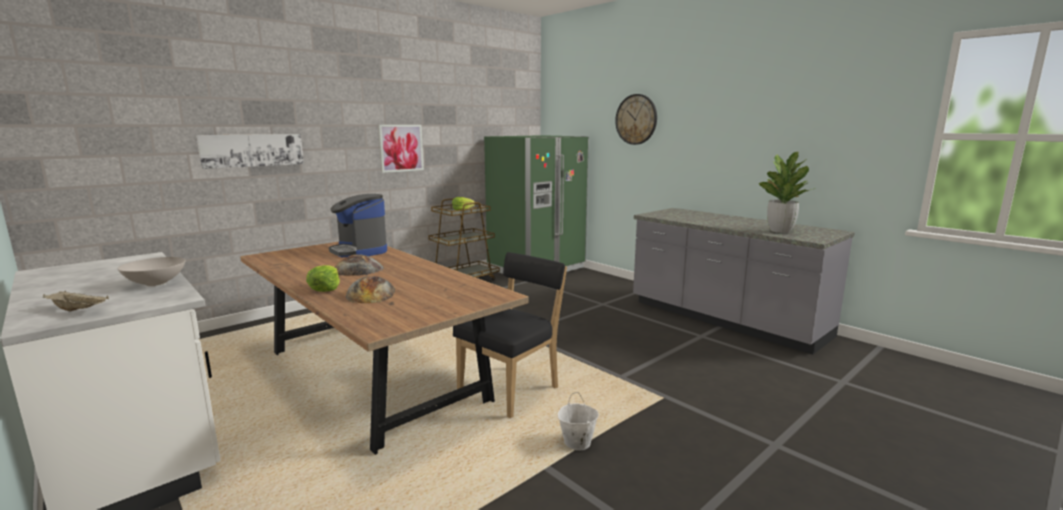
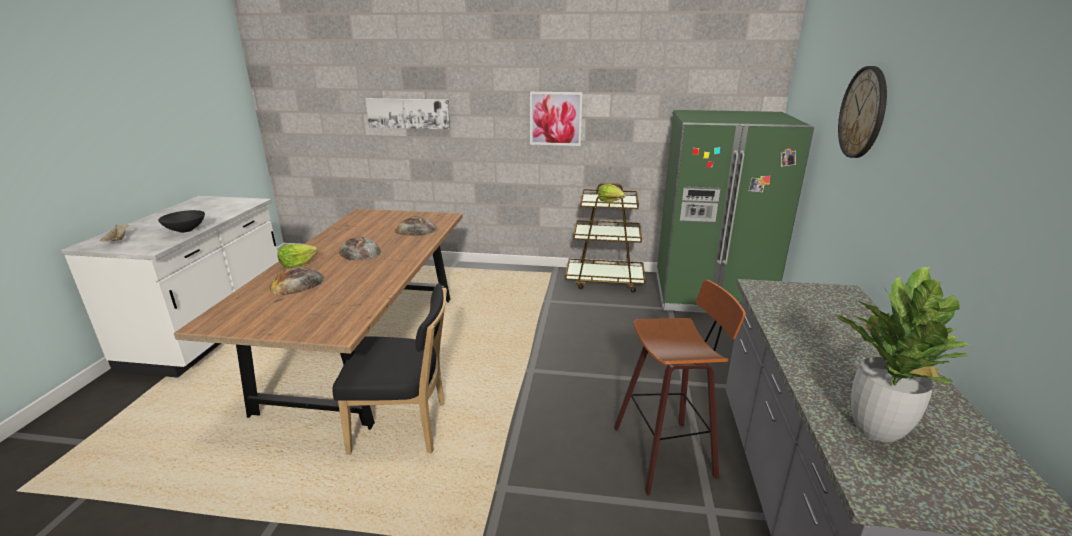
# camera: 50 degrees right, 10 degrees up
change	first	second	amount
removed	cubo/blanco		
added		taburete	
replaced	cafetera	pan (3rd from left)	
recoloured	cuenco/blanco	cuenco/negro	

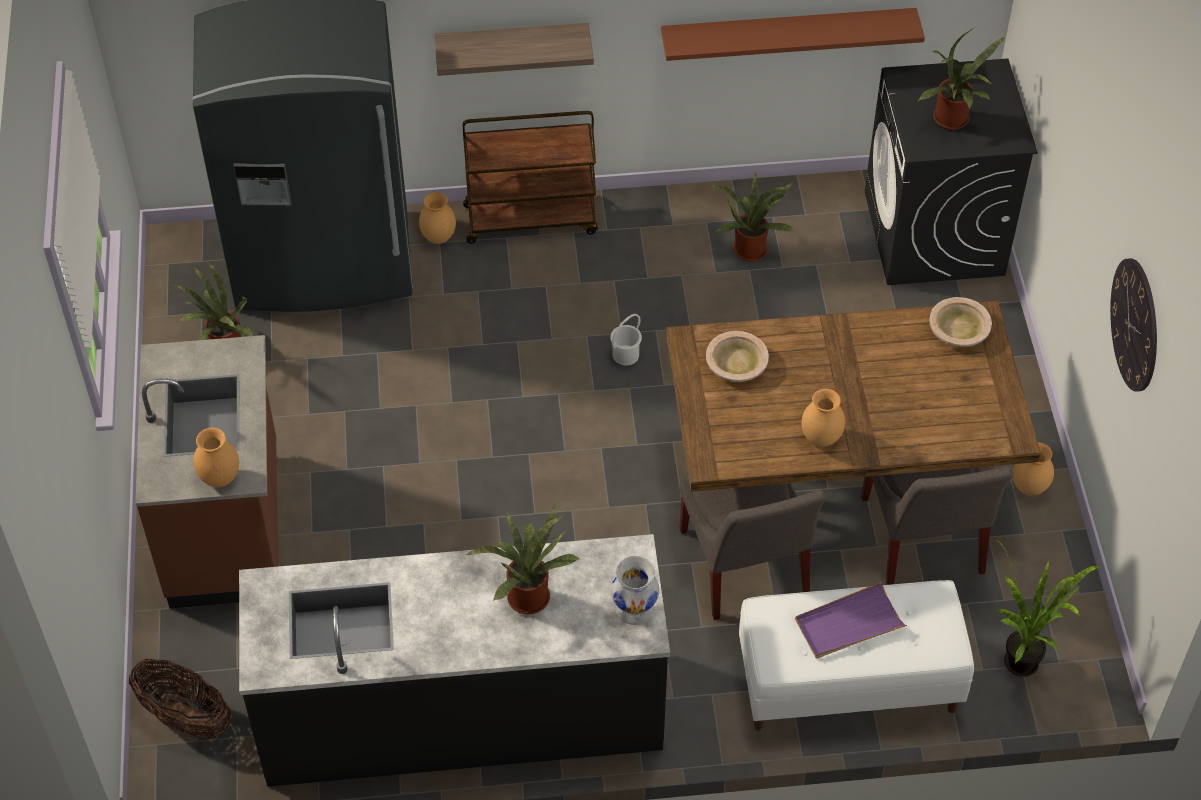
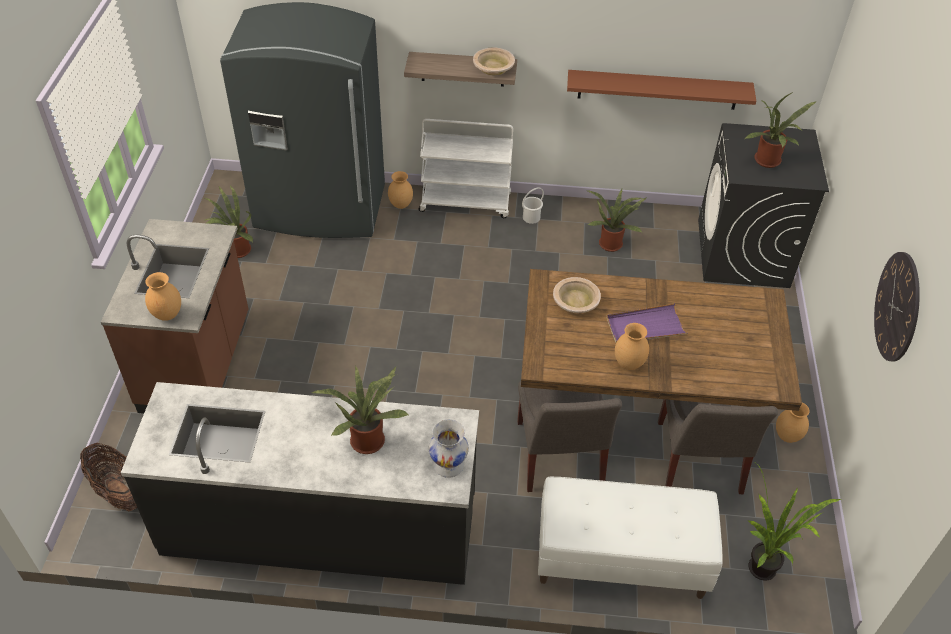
# camera: 10 degrees right, 5 degrees down
change	first	second	amount
moved	cubo/blanco		
moved	bandeja/morado		
moved	cuenco/beis (2nd from left in the first image)	cuenco/beis (1st from left)	
recoloured	carrito/marrón	carrito/blanco	

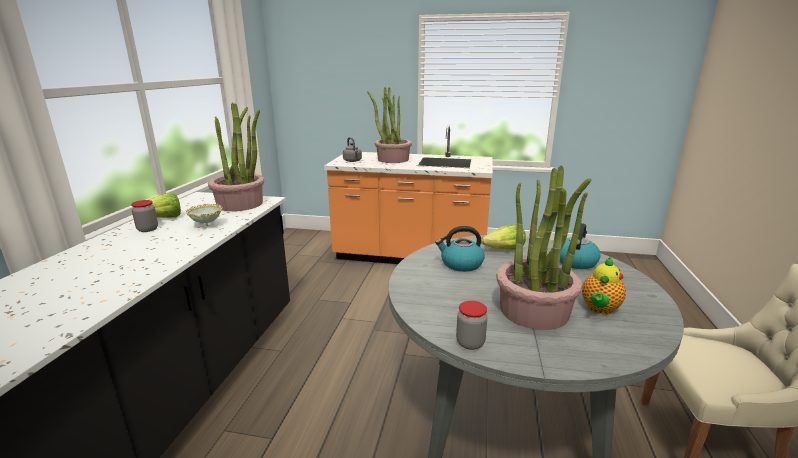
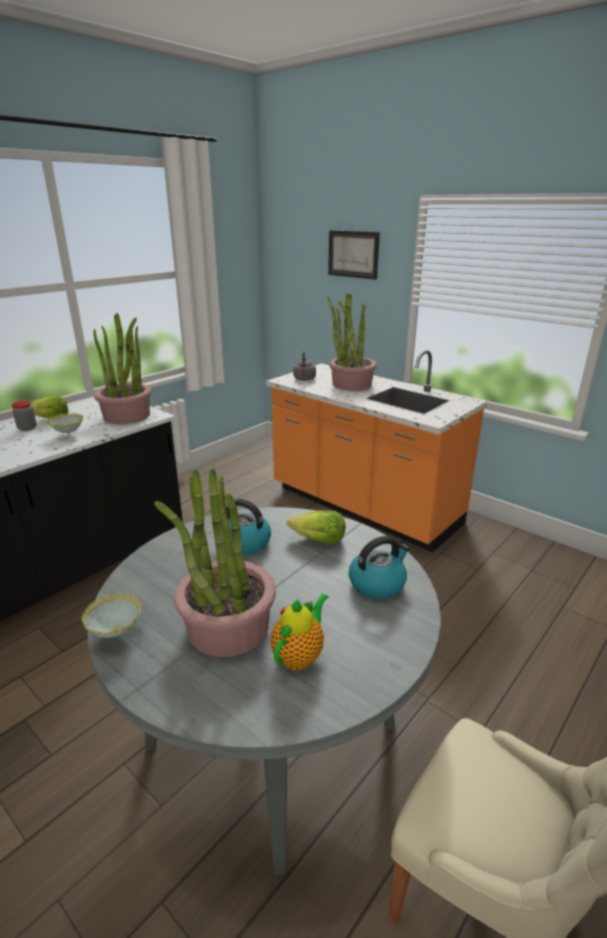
# camera: 30 degrees right, 5 degrees up
change	first	second	amount
added		cuadro	
replaced	tarro (2nd from left)	cuenco (2nd from left)	
turned	tetera		150 degrees clockwise

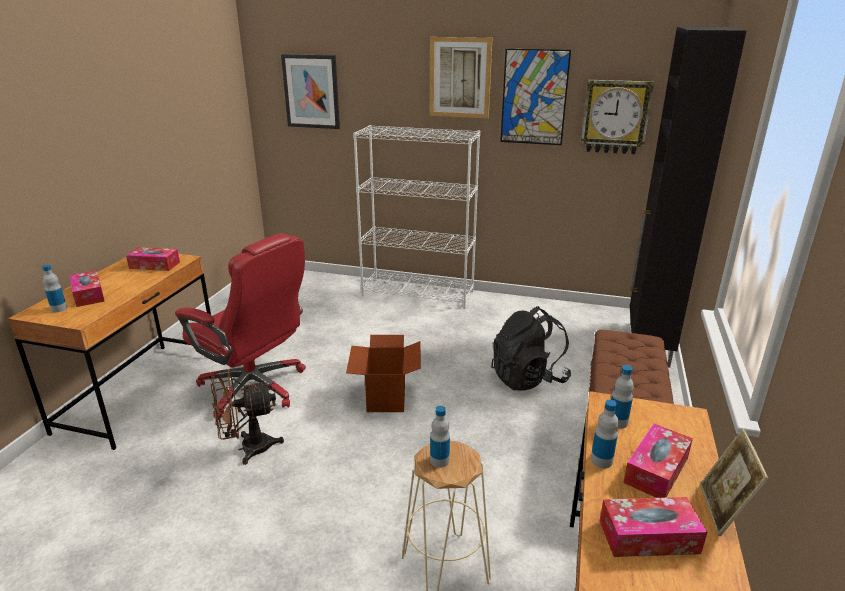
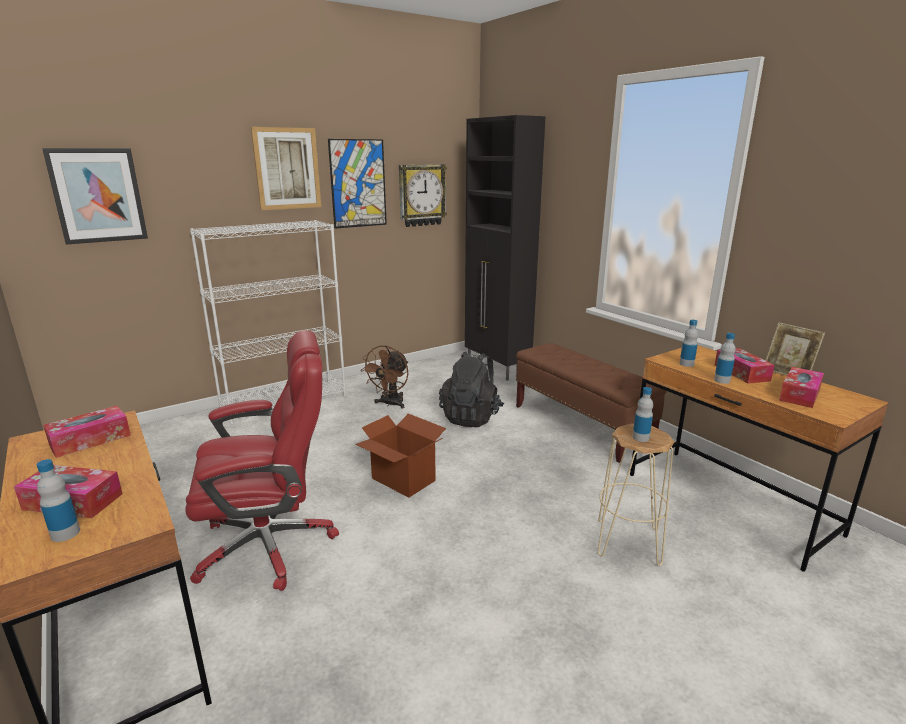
# camera: 50 degrees left, 5 degrees down
change	first	second	amount
moved	ventilador/marrón		

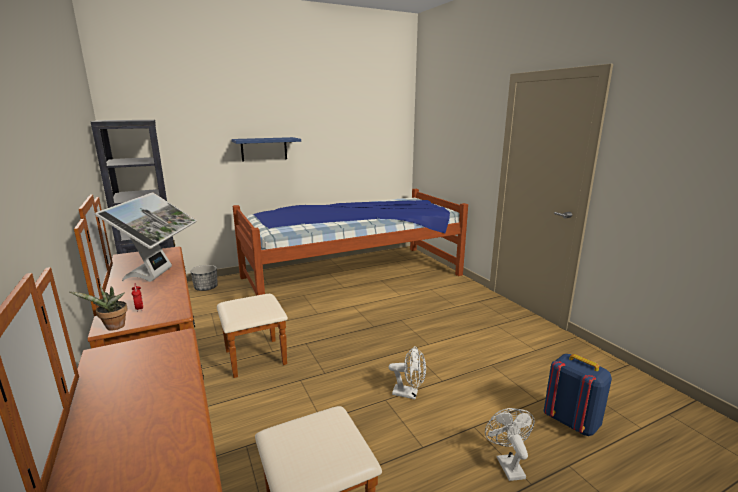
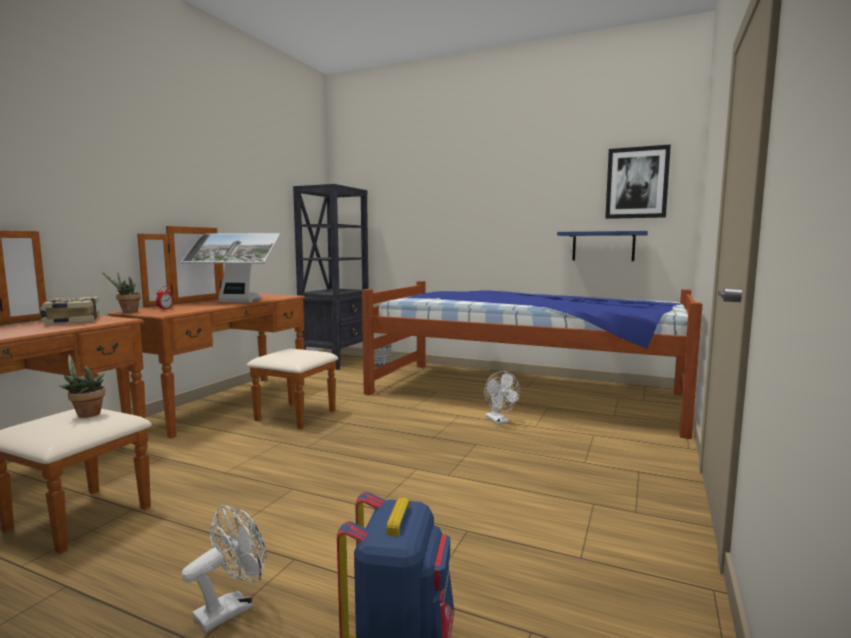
# camera: 50 degrees right, 10 degrees down
change	first	second	amount
added		libro	
added		planta en maceta (1st from left)	
added		cuadro	
moved	estante/azul		
moved	ventilador/blanco (1st from left in the first image)	ventilador/blanco (2nd from left)	
turned	monitor		45 degrees clockwise

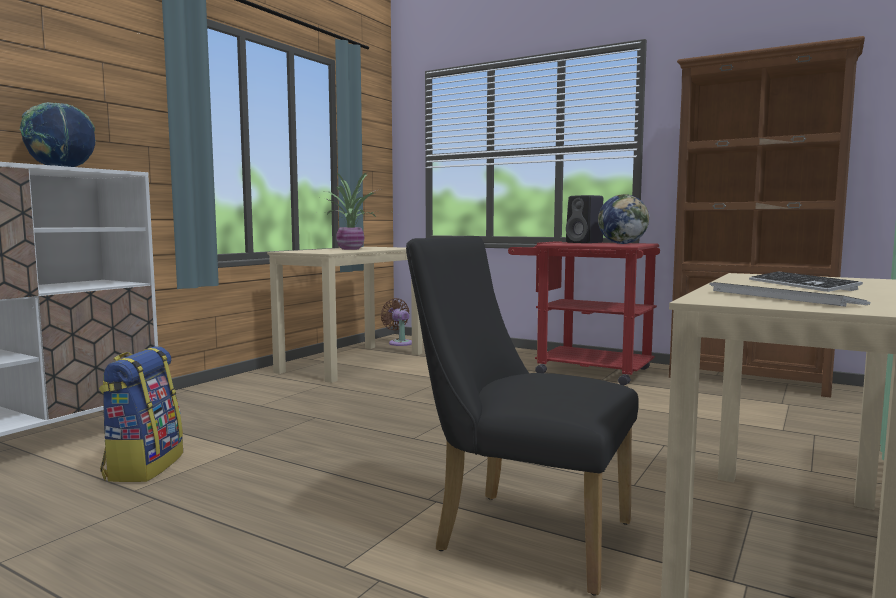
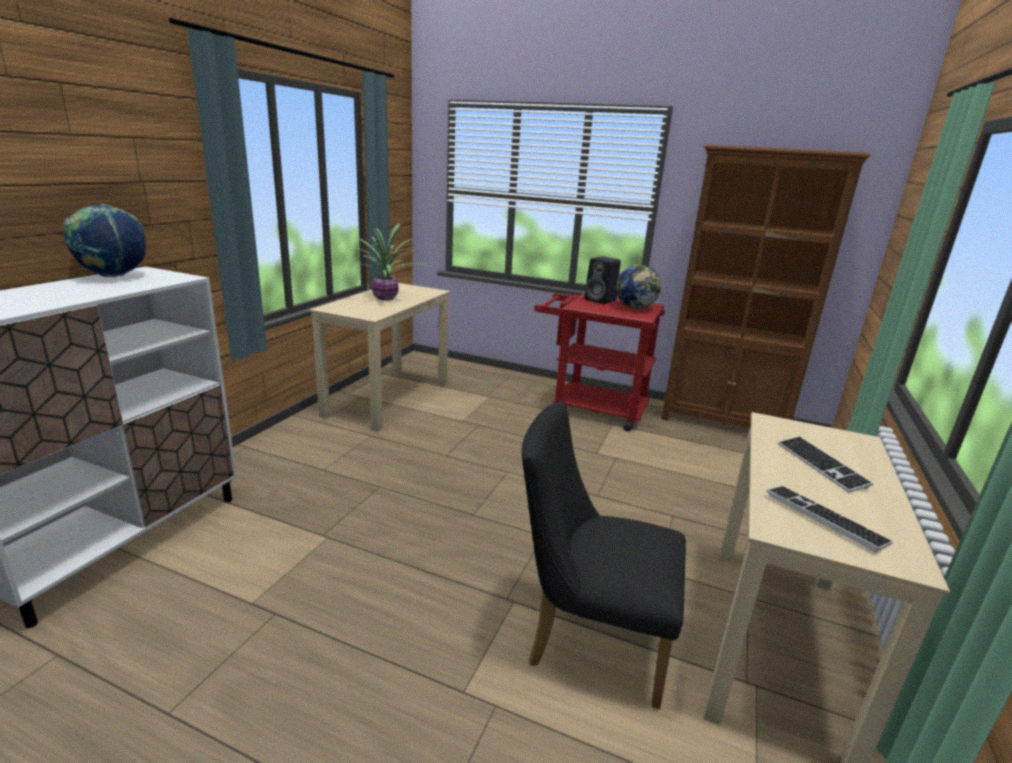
# camera: 10 degrees left, 15 degrees up
change	first	second	amount
removed	mochila		
removed	ventilador/marrón		

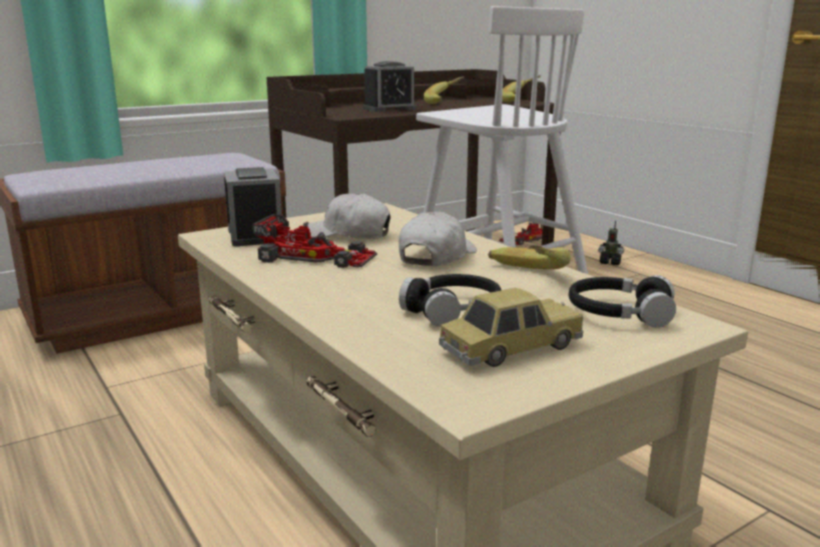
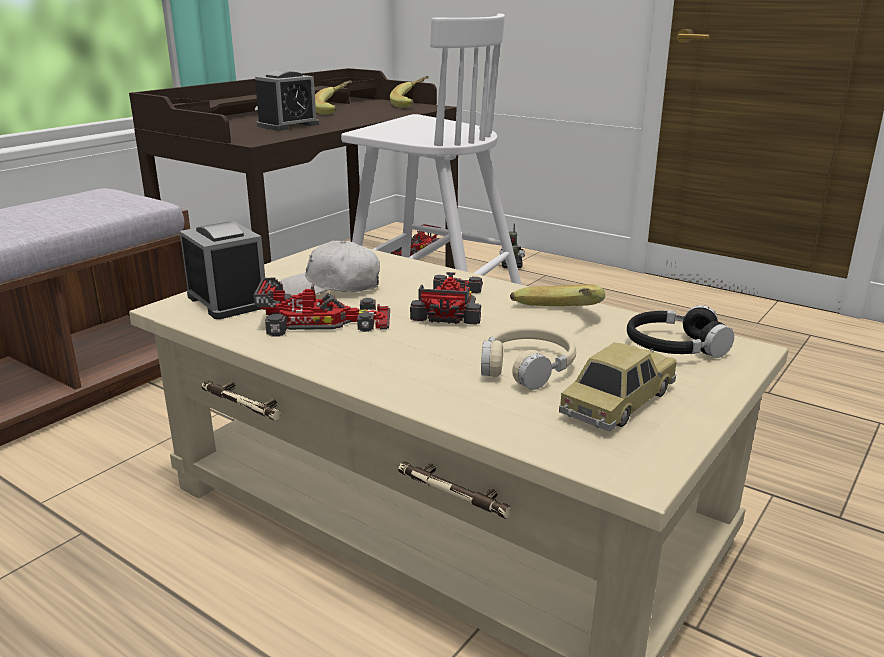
# camera: 20 degrees left, 5 degrees up
change	first	second	amount
replaced	gorra/blanco (2nd from left)	coche de juguete (3rd from left)	
recoloured	auriculares/negro (1st from left)	auriculares/beis	

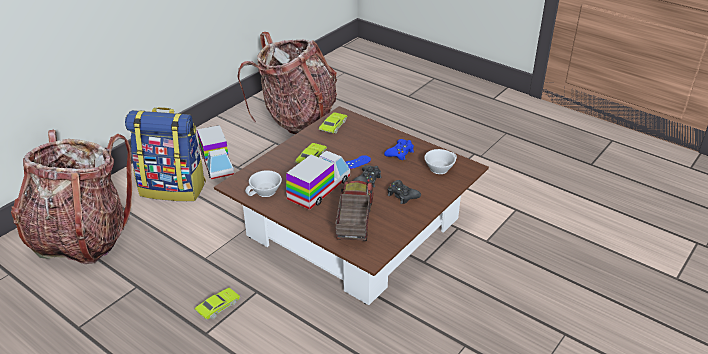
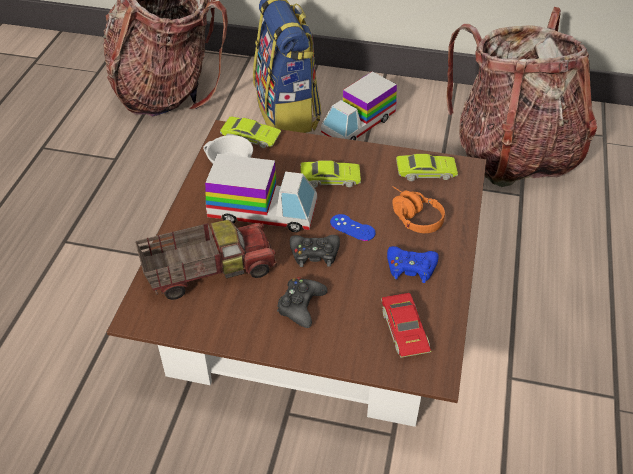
# camera: 65 degrees right, 10 degrees up
change	first	second	amount
added		auriculares/naranja	
moved	coche de juguete/verde (1st from left)		
replaced	taza/blanco (2nd from left)	coche de juguete/rojo	

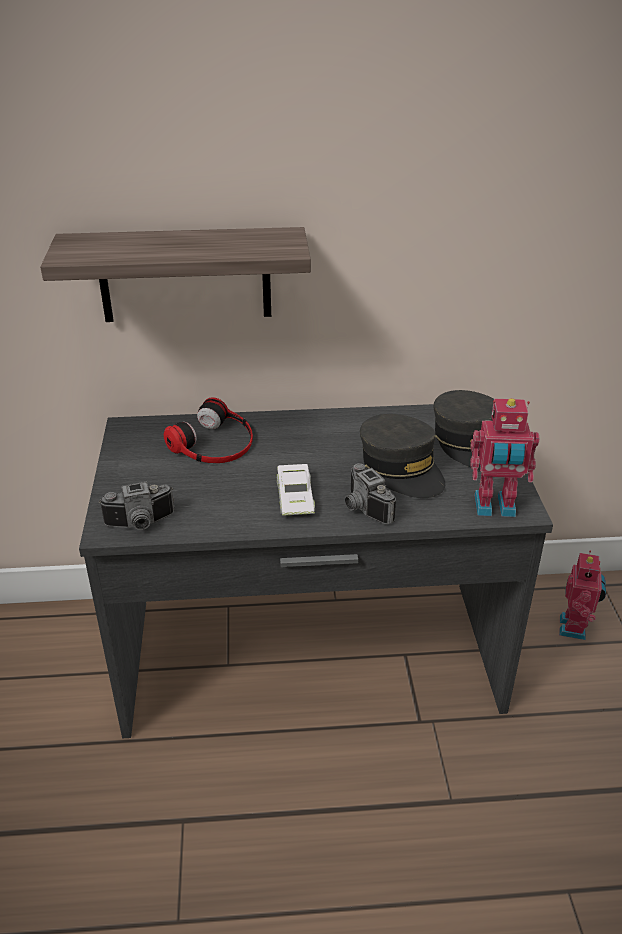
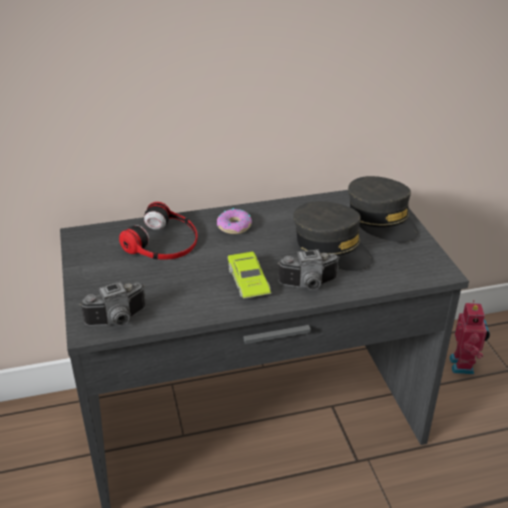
# camera: 10 degrees left, 0 degrees up
change	first	second	amount
removed	estante		
removed	robot de juguete (1st from left)		
added		rosquilla	
recoloured	coche de juguete/blanco	coche de juguete/verde	
turned	cámara (2nd from left)		60 degrees counterclockwise

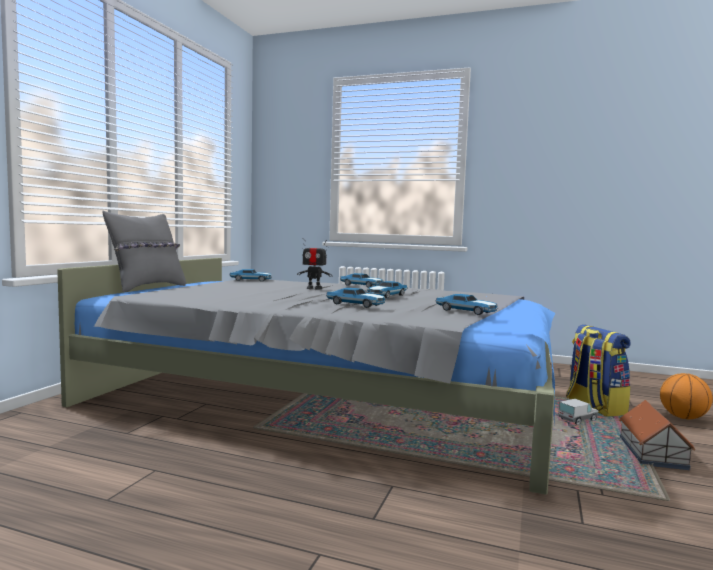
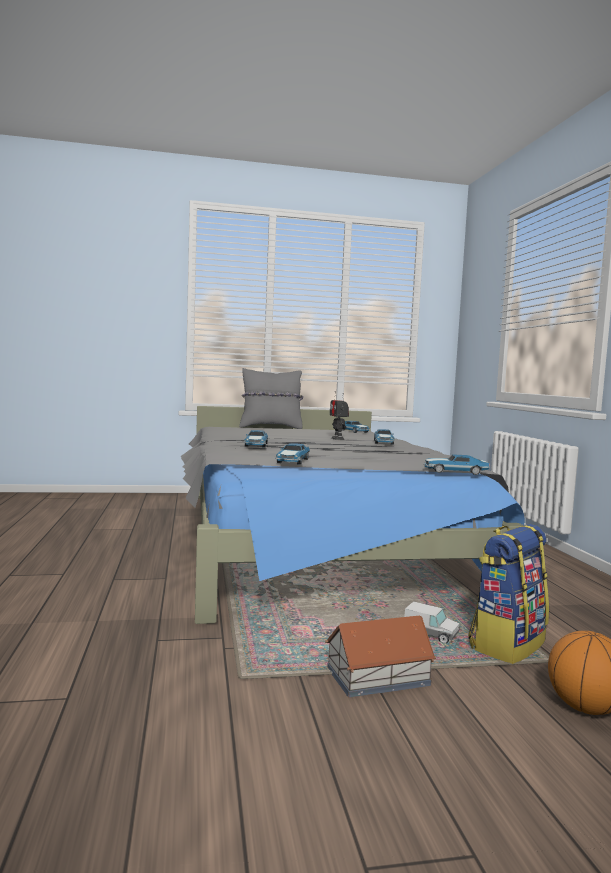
# camera: 60 degrees right, 0 degrees up
change	first	second	amount
moved	coche de juguete (4th from left in the first image)	coche de juguete (5th from left)	

